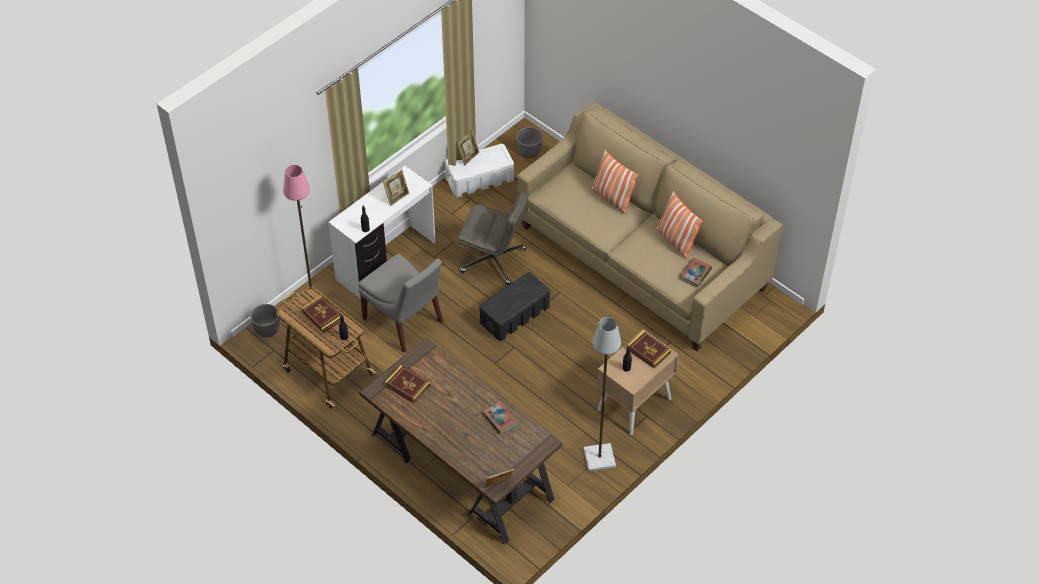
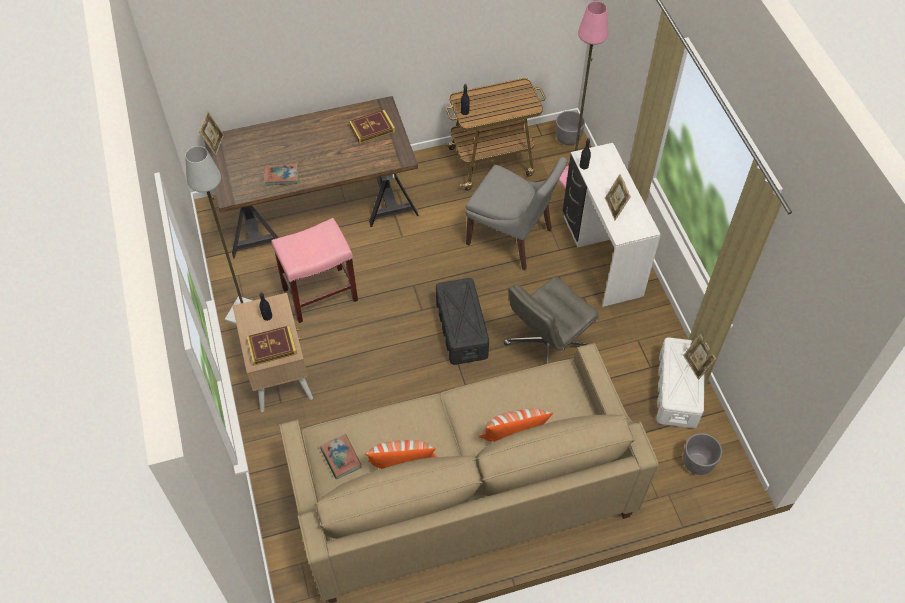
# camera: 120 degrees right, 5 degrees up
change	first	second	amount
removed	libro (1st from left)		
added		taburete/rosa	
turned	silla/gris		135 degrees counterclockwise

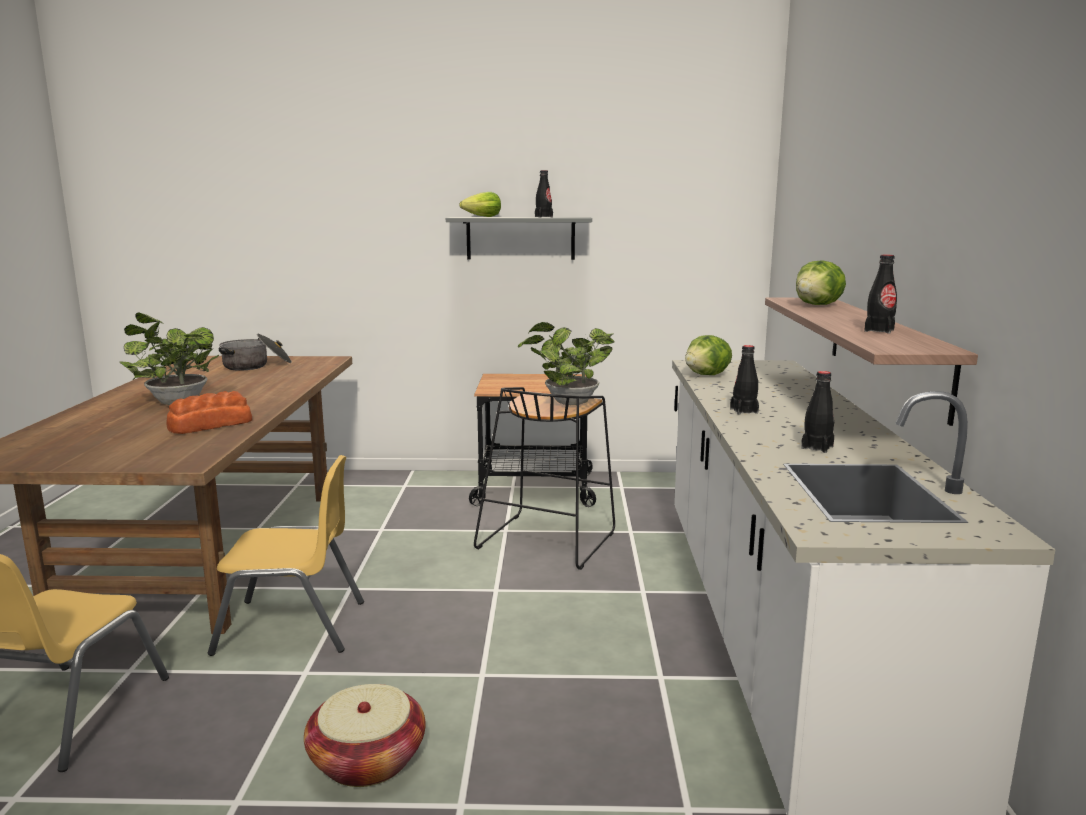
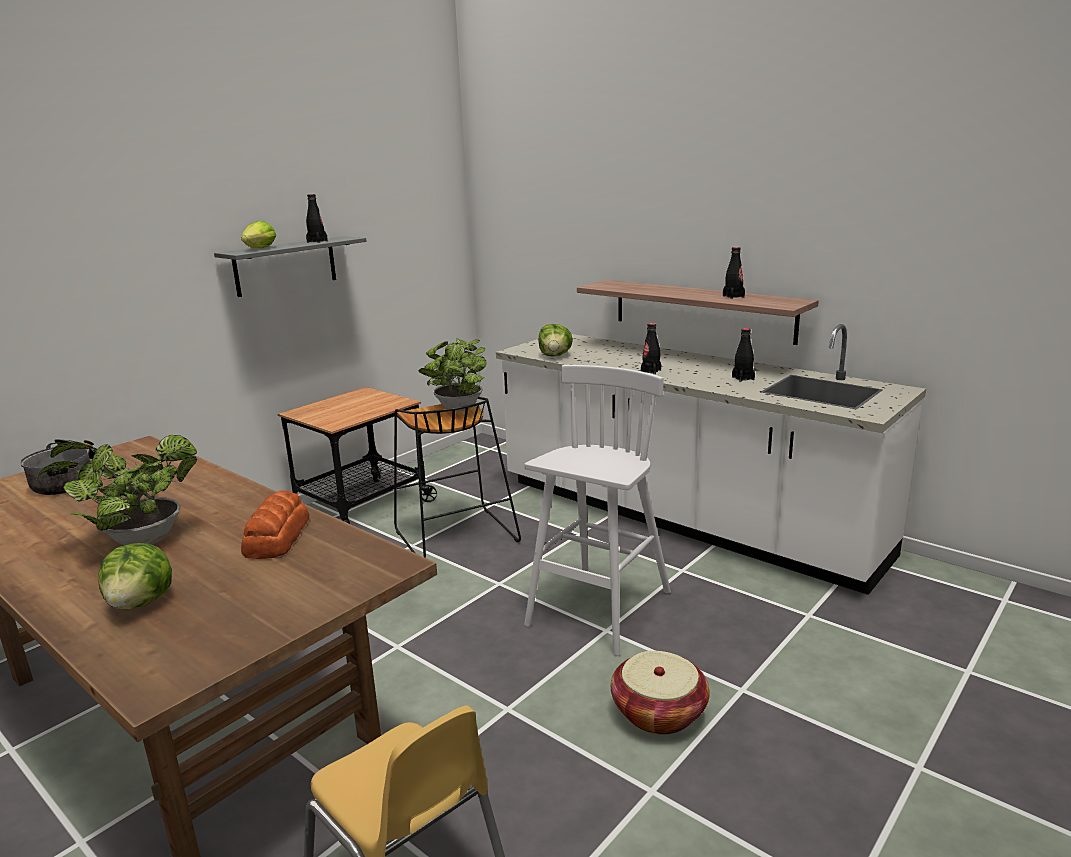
# camera: 50 degrees left, 5 degrees up
change	first	second	amount
removed	silla/amarillo (2nd from left)		
added		taburete/blanco	
moved	lechuga (3rd from left in the first image)	lechuga (1st from left)	

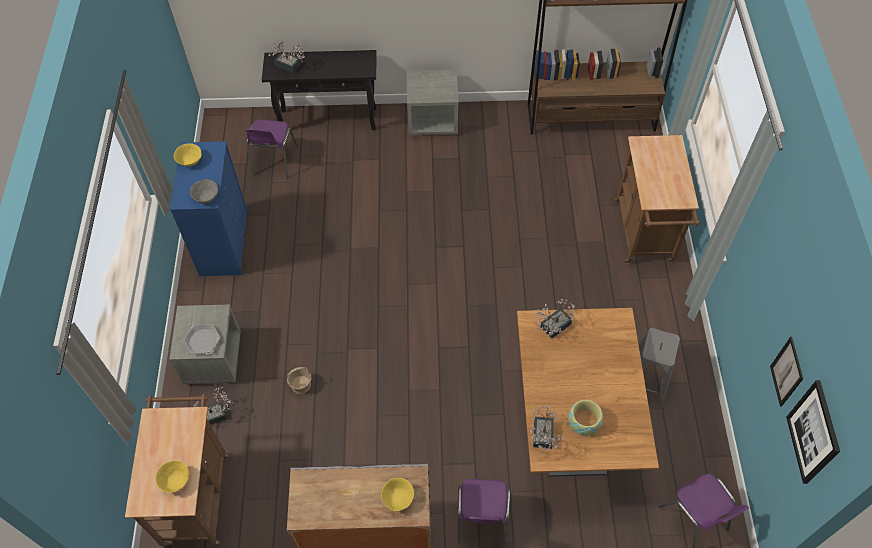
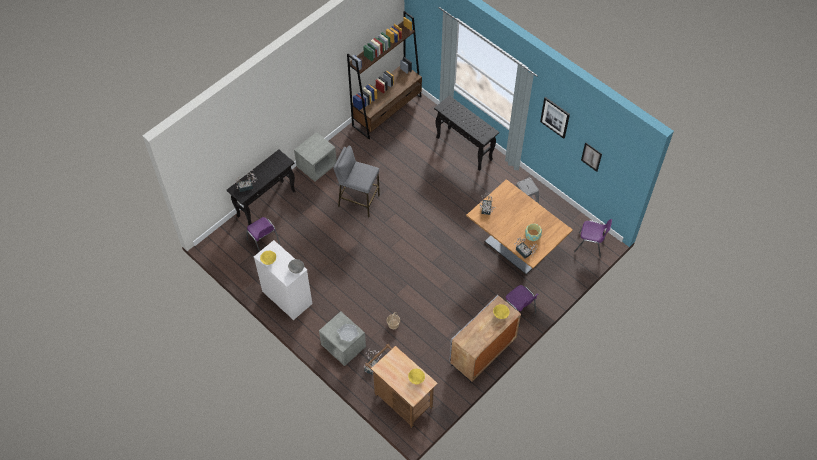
# camera: 45 degrees left, 0 degrees up
change	first	second	amount
added		taburete/gris (1st from left)	
moved	cuadro (2nd from left in the first image)	cuadro (1st from left)	
replaced	carrito/marrón (2nd from left)	mesa consola/negro (2nd from left)	
recoloured	cómoda/azul	cómoda/blanco	

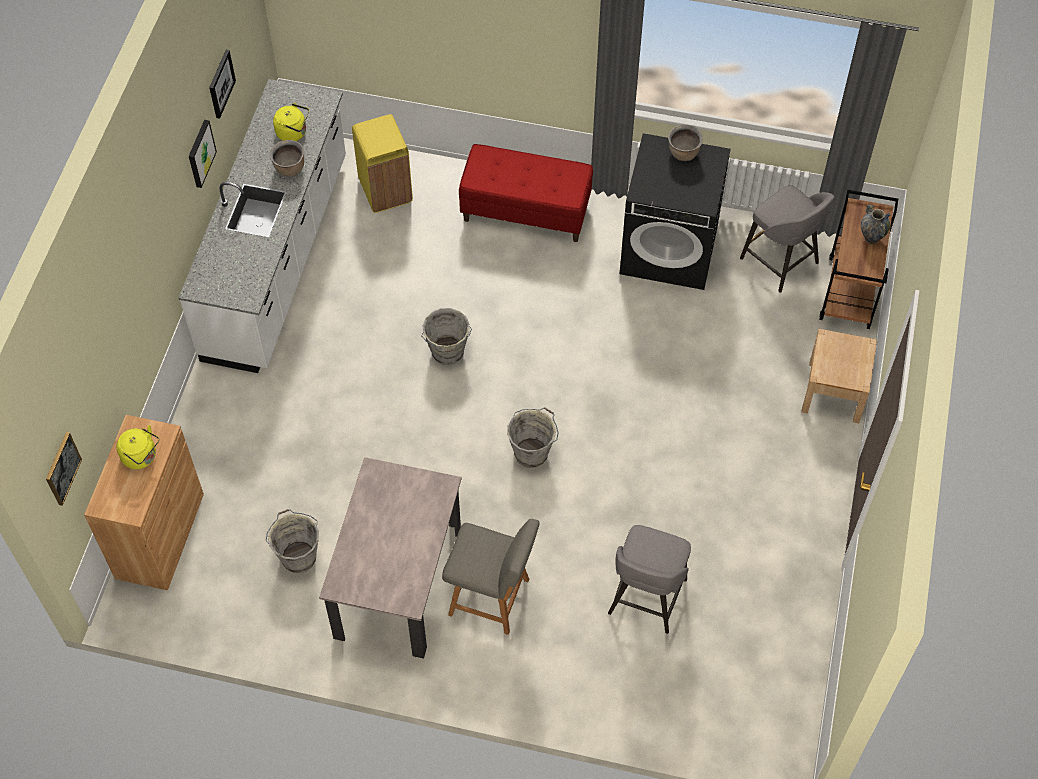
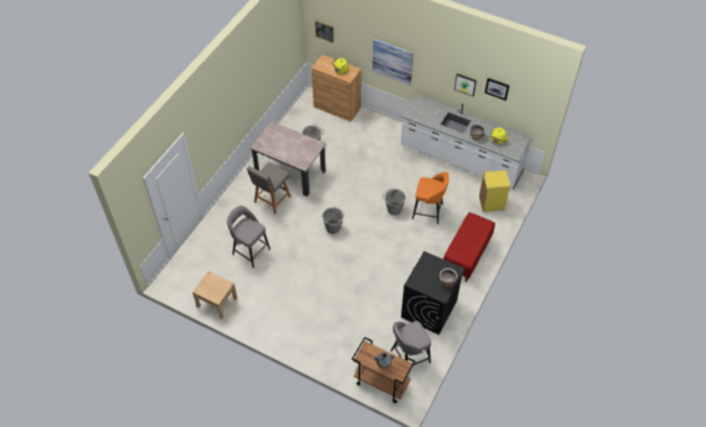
# camera: 105 degrees right, 5 degrees down
change	first	second	amount
added		cuadro (2nd from left)	
added		taburete/naranja	
moved	mesita de noche/beis		

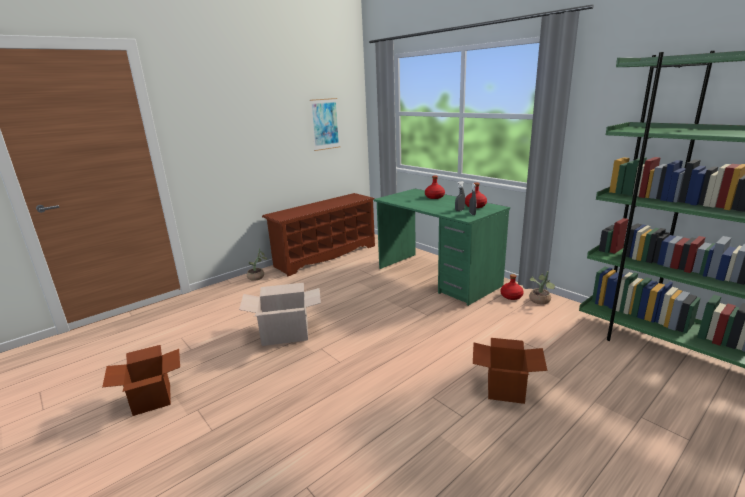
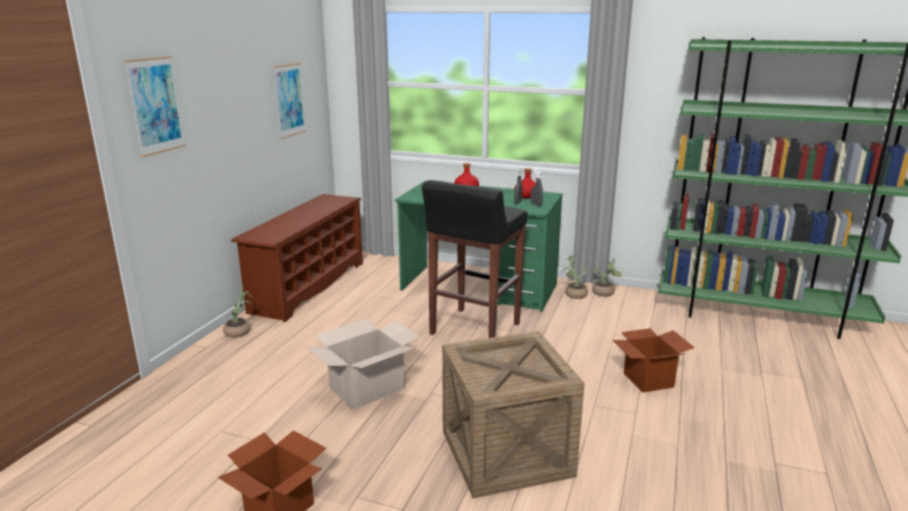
# camera: 30 degrees left, 0 degrees up
change	first	second	amount
added		cuadro (1st from left)	
added		taburete/negro	
added		caja de embalaje	
replaced	botella/rojo (3rd from left)	planta en maceta (2nd from left)	

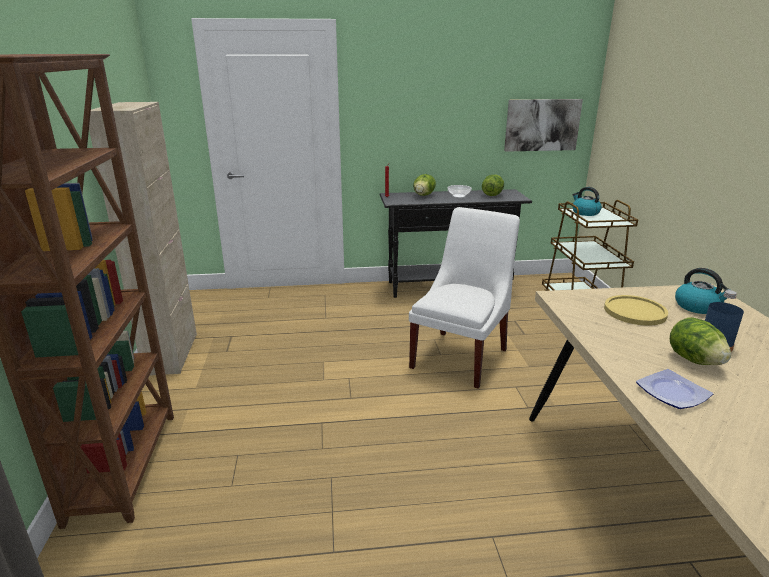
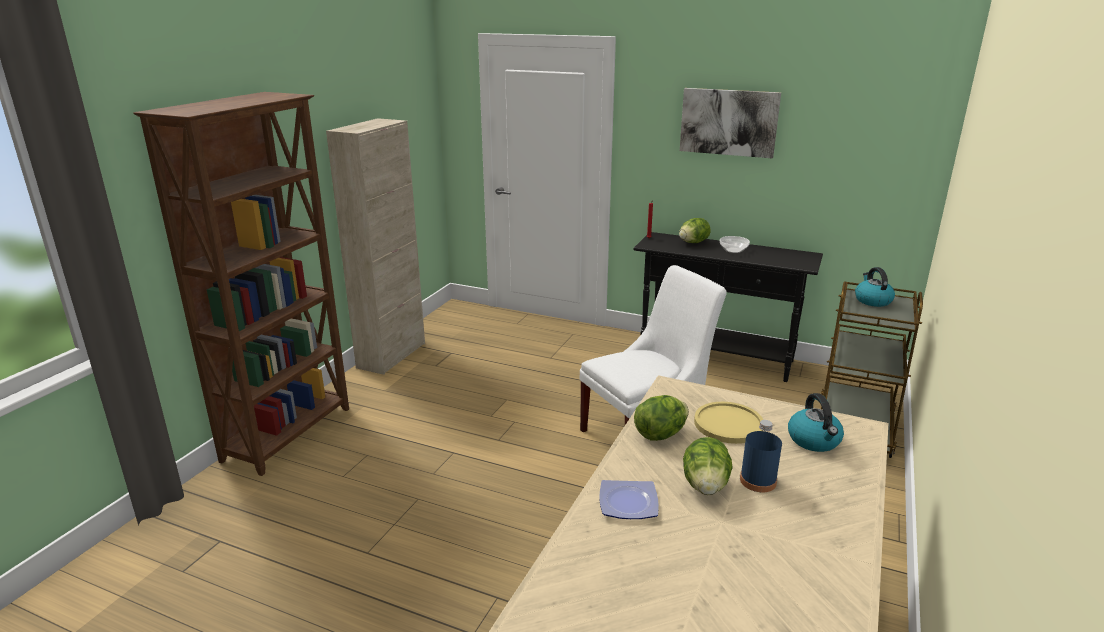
# camera: 30 degrees right, 0 degrees up
change	first	second	amount
moved	lechuga (2nd from left in the first image)	lechuga (1st from left)	
moved	cuadro		

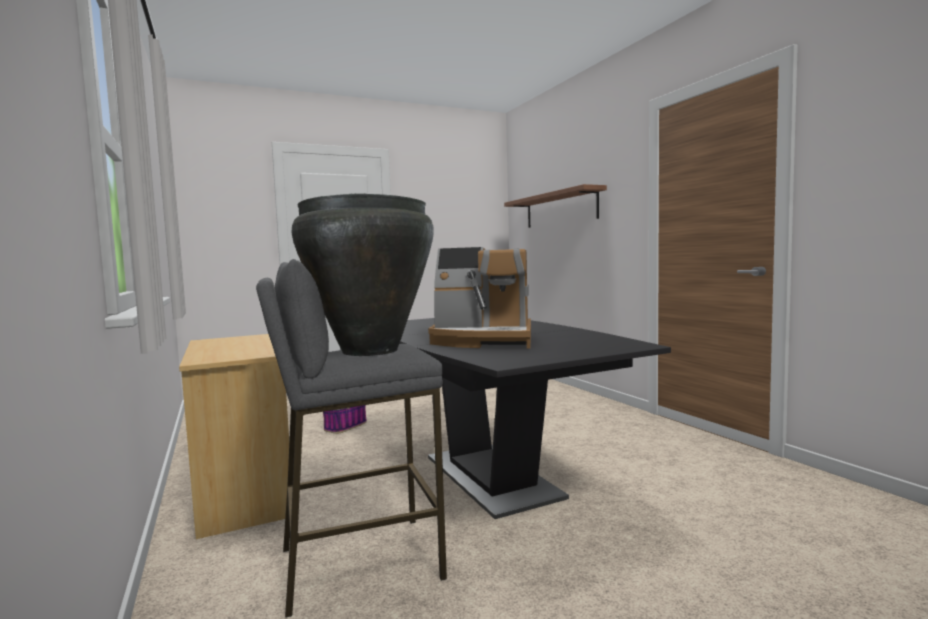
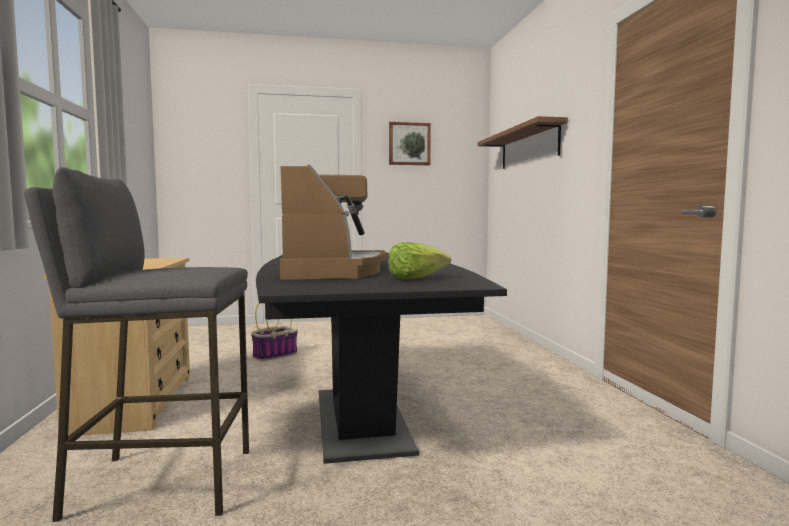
# camera: 15 degrees right, 0 degrees up
change	first	second	amount
removed	florero/negro		
added		lechuga	
added		cuadro	
turned	cafetera		120 degrees counterclockwise

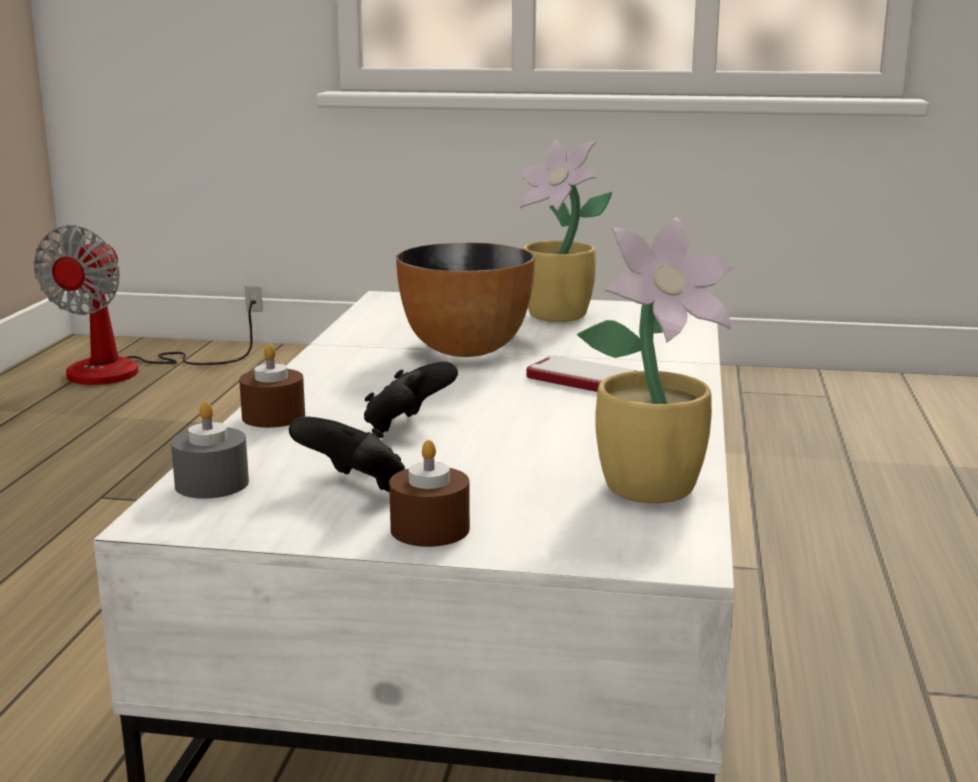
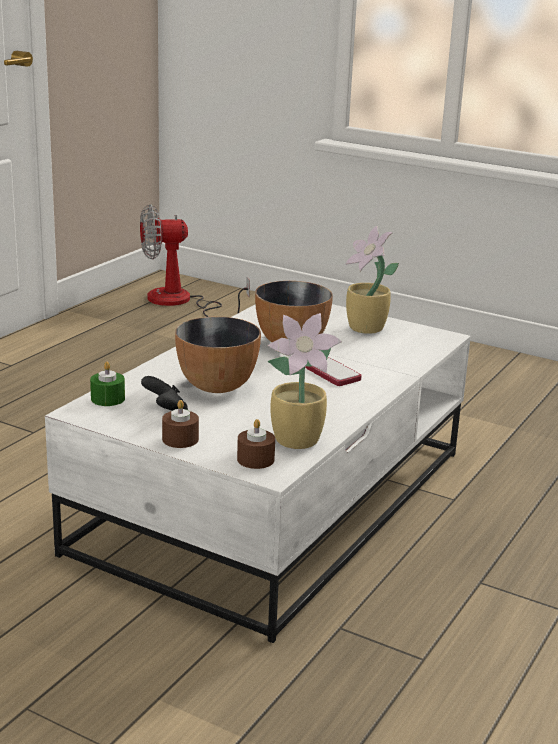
# camera: 20 degrees right, 5 degrees up
change	first	second	amount
moved	vela/marrón (1st from left in the first image)	vela/marrón (2nd from left)	
replaced	mando de consola/negro (2nd from left)	cuenco (1st from left)	
recoloured	vela/gris	vela/verde	
turned	ventilador		45 degrees clockwise

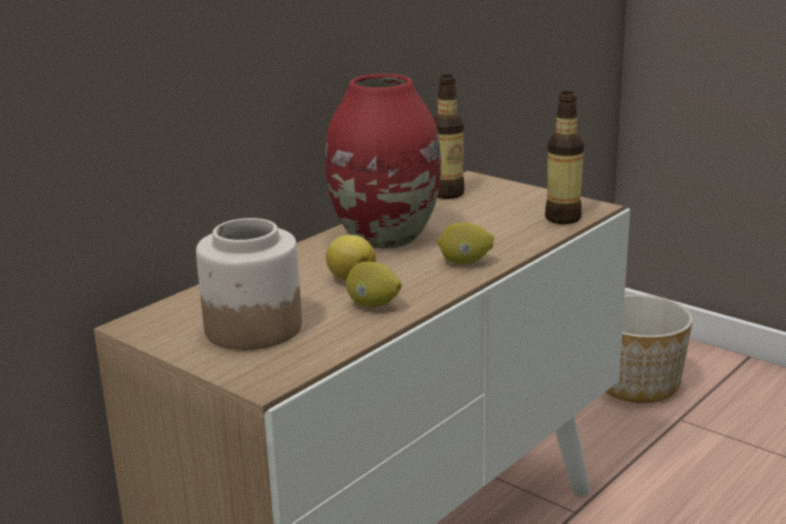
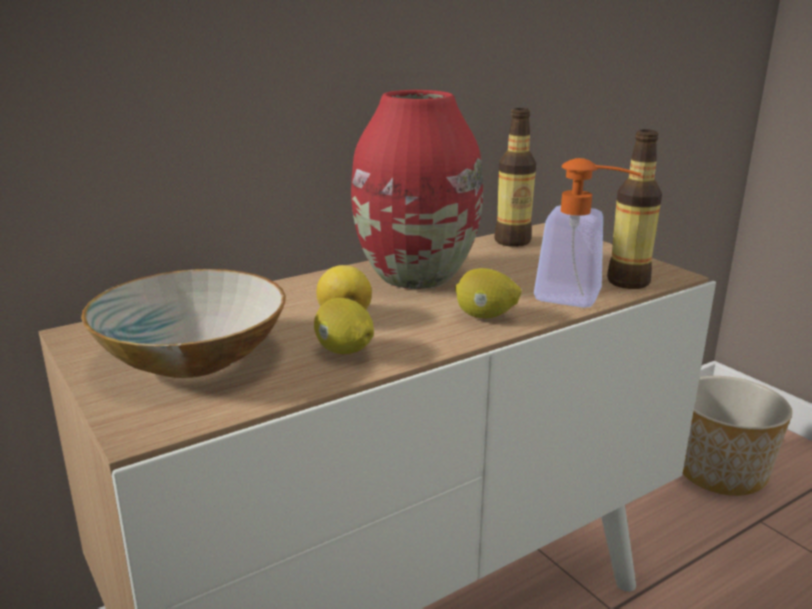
# camera: 15 degrees right, 0 degrees up
change	first	second	amount
added		dispensador de jabón	
replaced	tarro	cuenco	

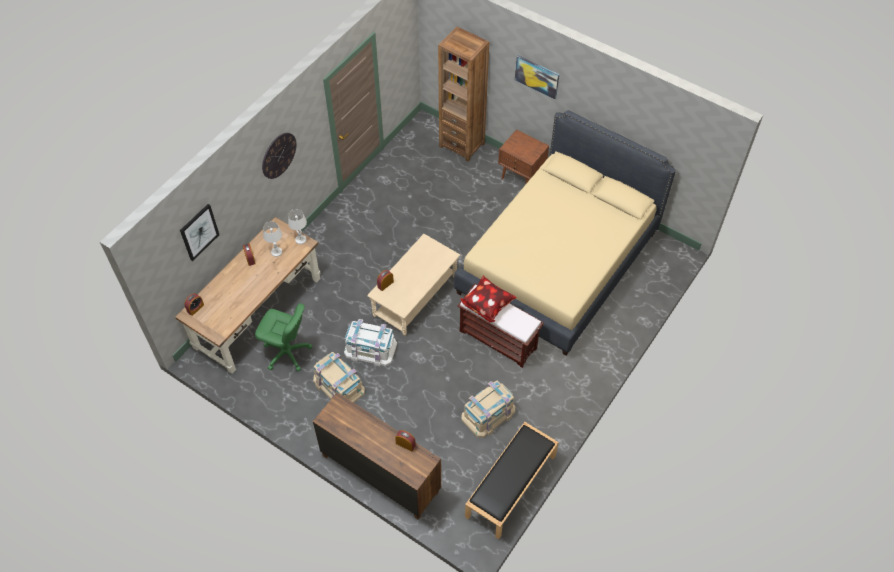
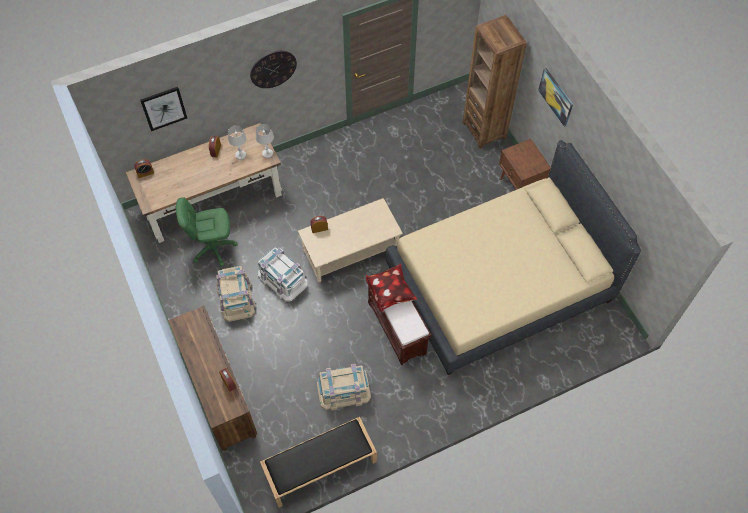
# camera: 30 degrees right, 5 degrees up
change	first	second	amount
turned	silla de oficina/verde		120 degrees clockwise

